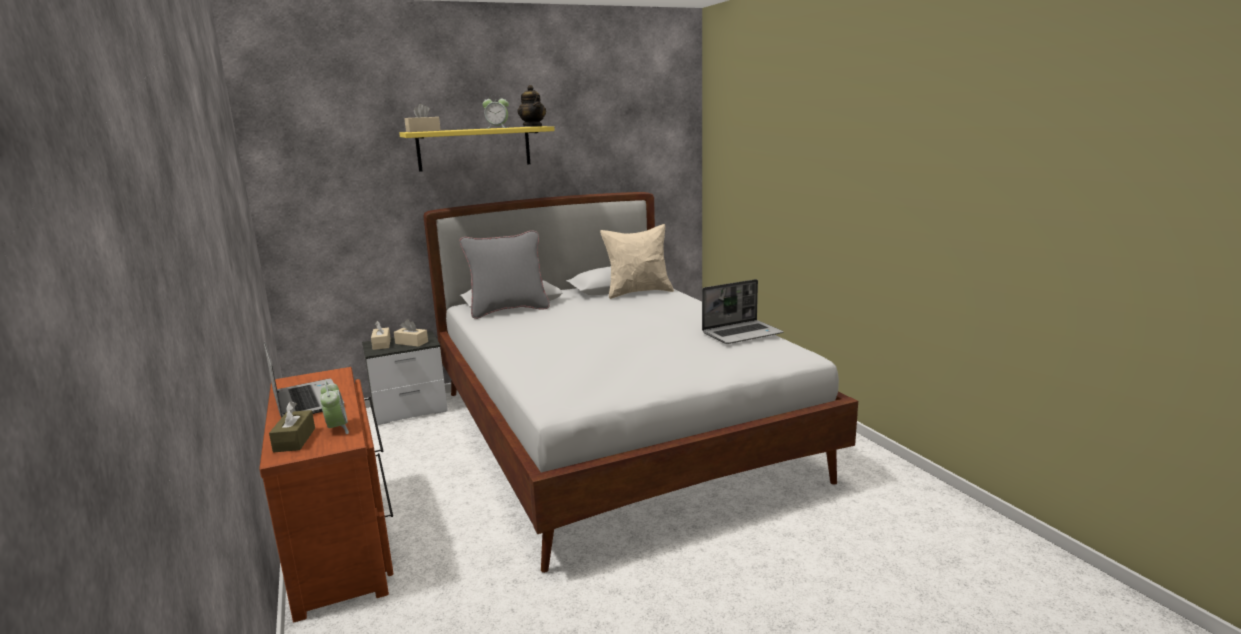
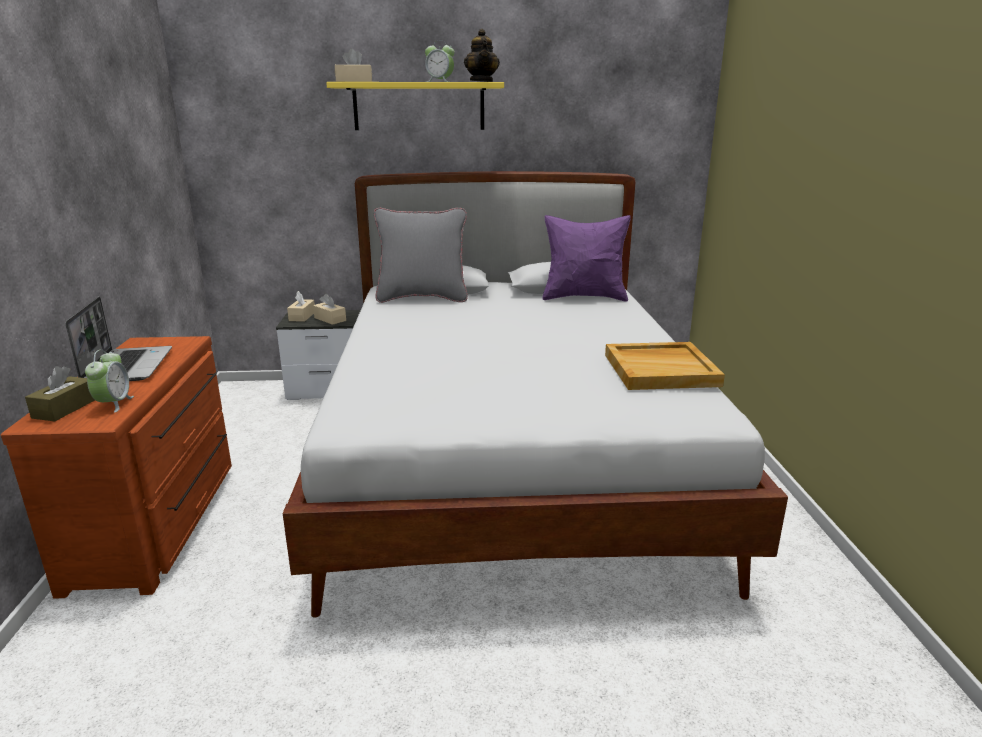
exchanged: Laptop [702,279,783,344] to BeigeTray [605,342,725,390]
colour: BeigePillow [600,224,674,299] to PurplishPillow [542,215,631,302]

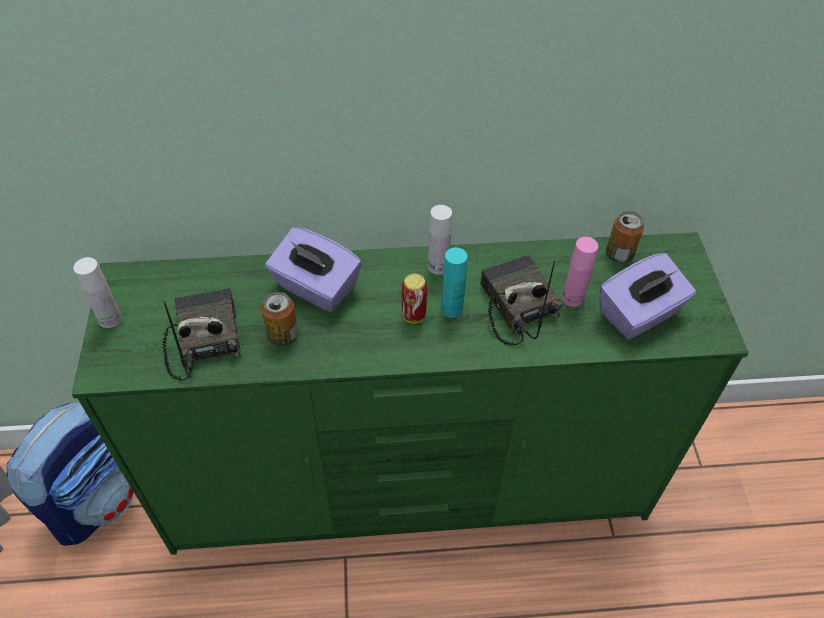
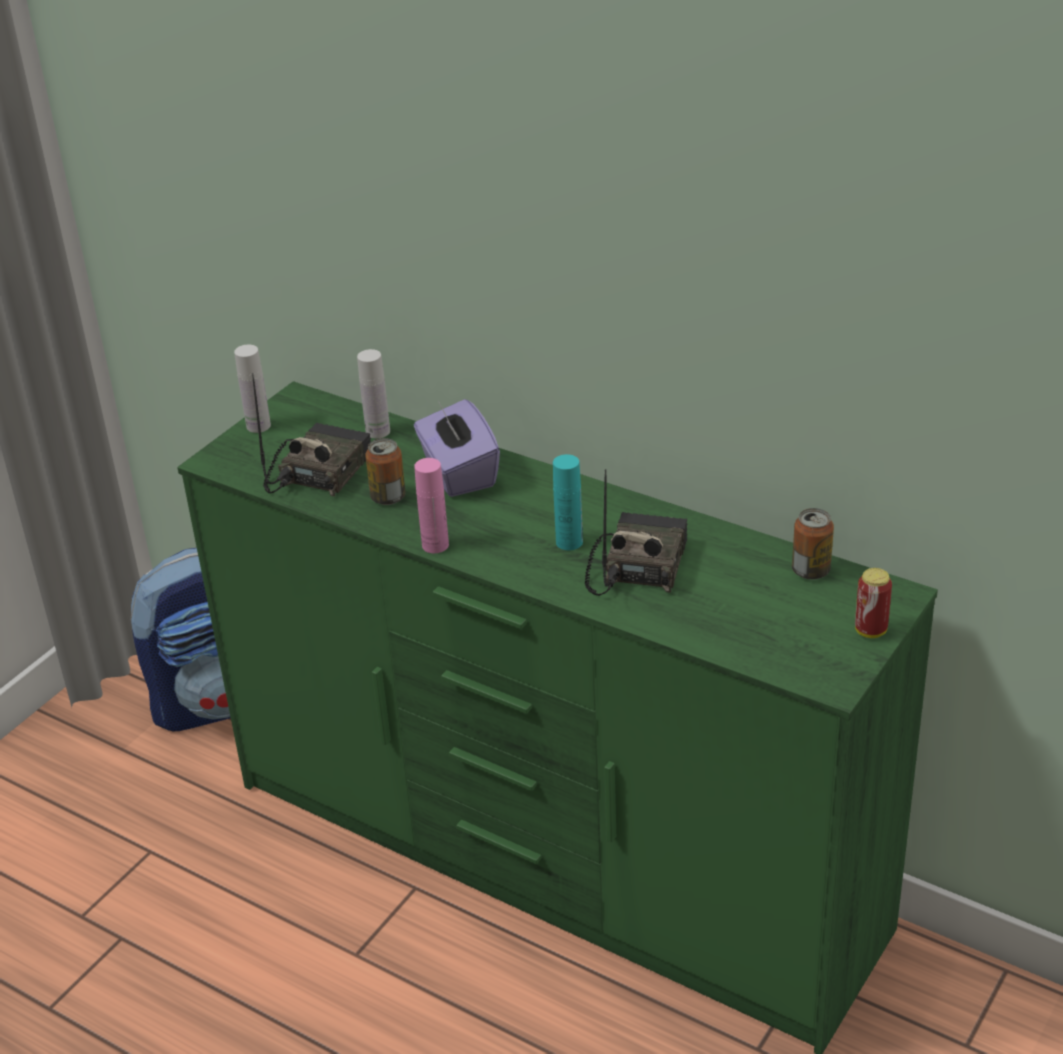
missing: PurplishBoxOfTissues [599,253,696,340]
relocated: WhiteColouredBeverageBottle [428,205,452,275] to [357,349,390,439]; PinkBeverageBottle [562,237,598,307] to [414,458,449,553]; MetalCan [402,274,427,324] to [855,568,892,638]

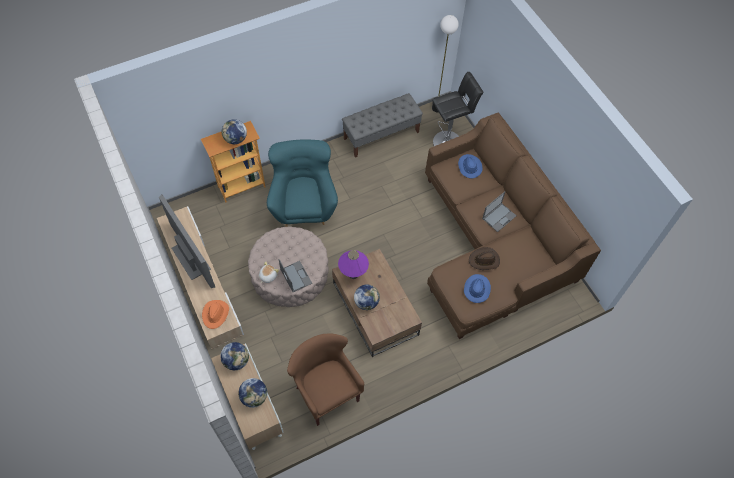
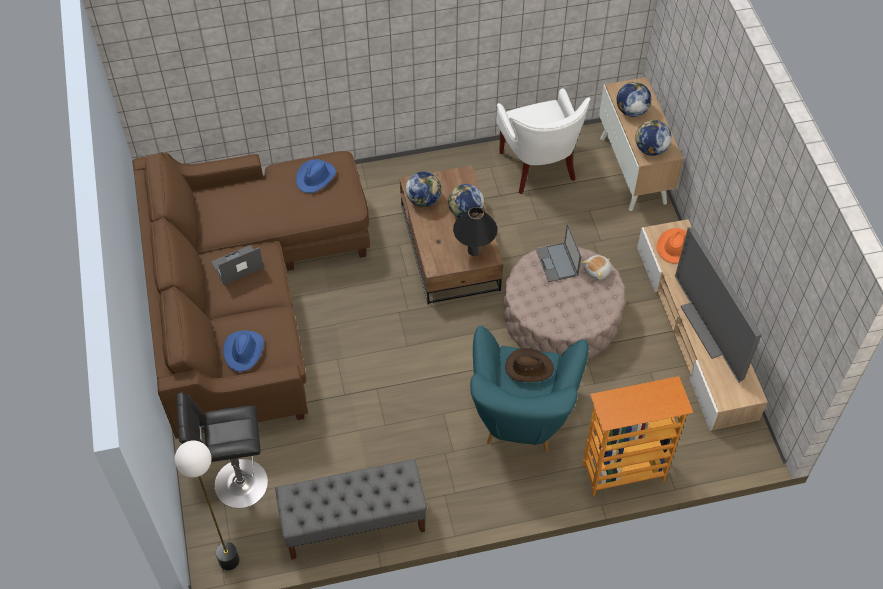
relocated: Globe [222,119,247,144] to [406,172,441,207]; BrownHat [469,247,500,270] to [505,348,554,382]
colour: PurplishTabletopLamp [338,250,369,279] to BlackTabletopLamp [453,207,498,256]; BrownLoungeChair [287,333,364,426] to WhiteColouredLoungeChair [496,88,591,194]

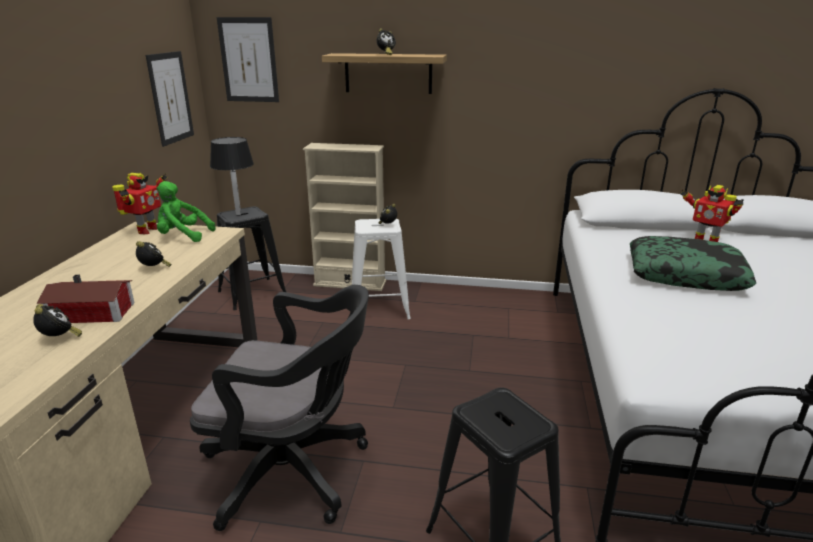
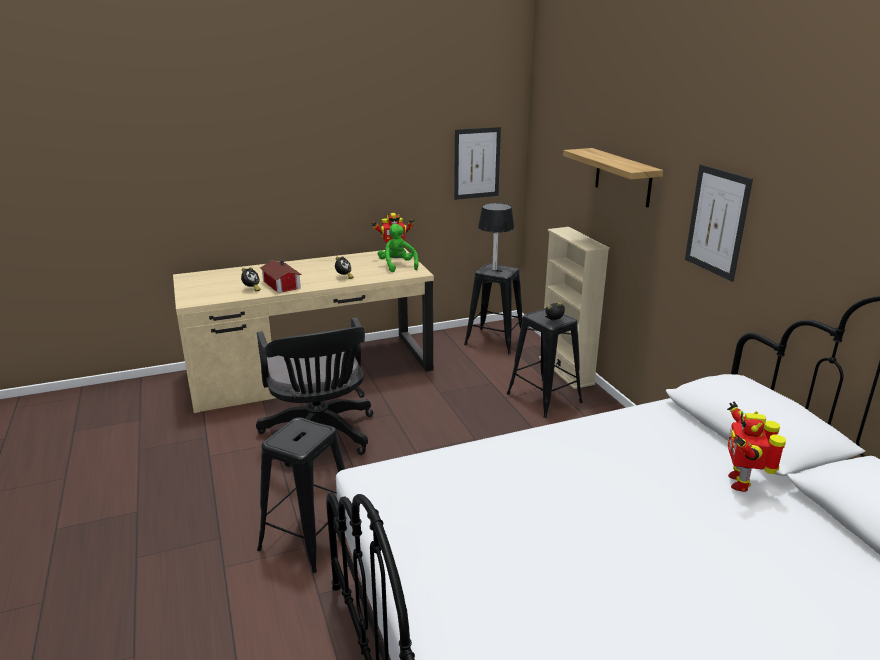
missing: BedsideClock [377,28,396,55]; Pillow [630,236,756,291]
relocated: Picture [217,17,279,102] to [685,164,753,282]
colour: WhiteColouredSittingStool [352,219,411,319] to BlackSittingStool [507,308,583,418]

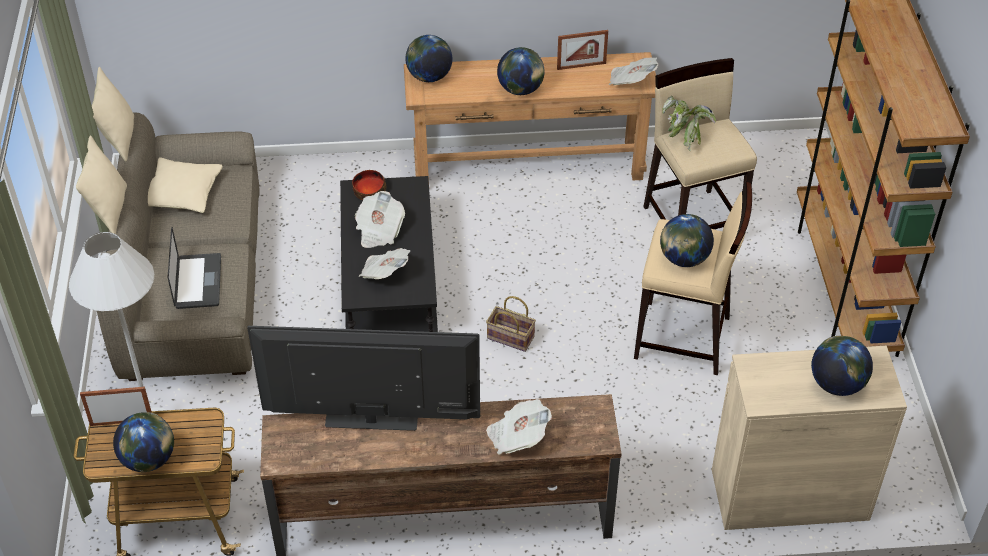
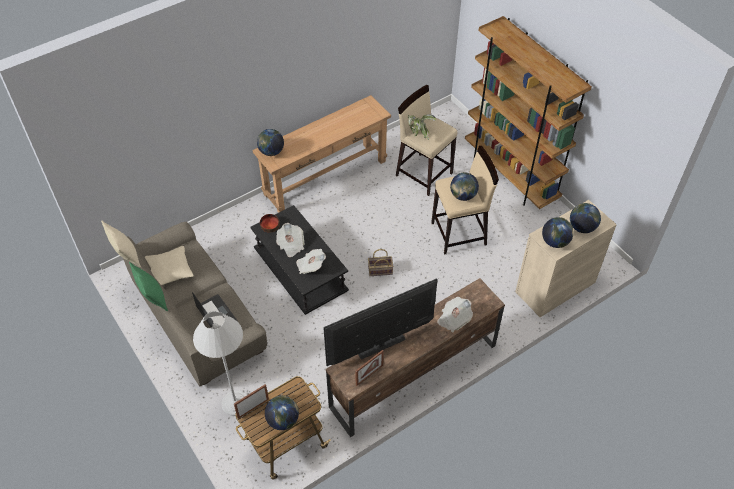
missing: Newspaper [609,58,658,85]
relocated: PhotoFrame [557,30,608,70] to [355,350,384,386]; Globe [497,47,545,95] to [542,217,574,248]
colour: BeigePillow [76,135,127,234] to GreenishPillow [129,262,168,311]

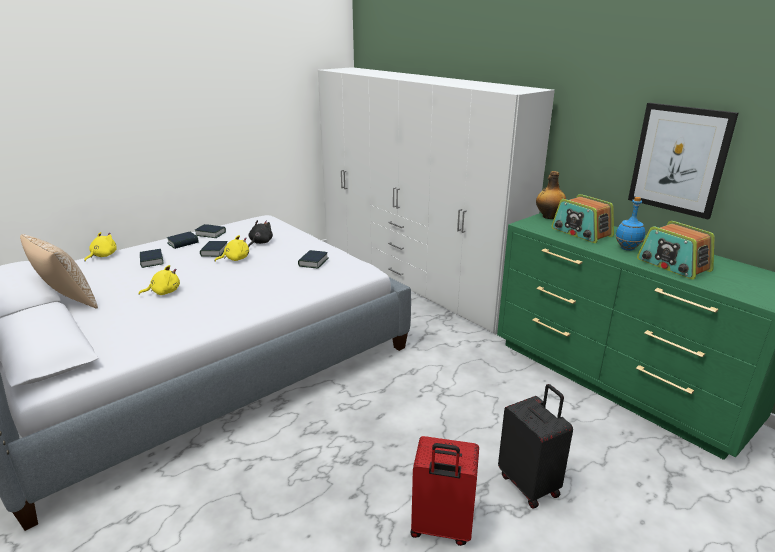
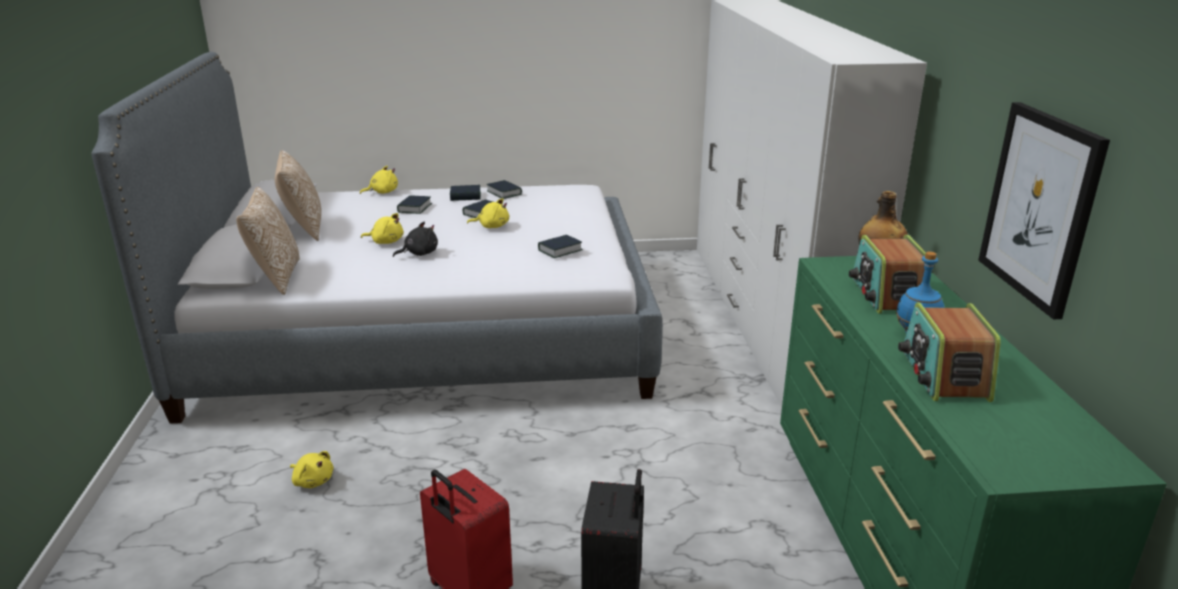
appeared: Pillow [236,187,300,295]; YellowSoftToy [290,451,333,488]
relocated: BlackSoftToy [248,220,273,247] to [393,222,438,257]

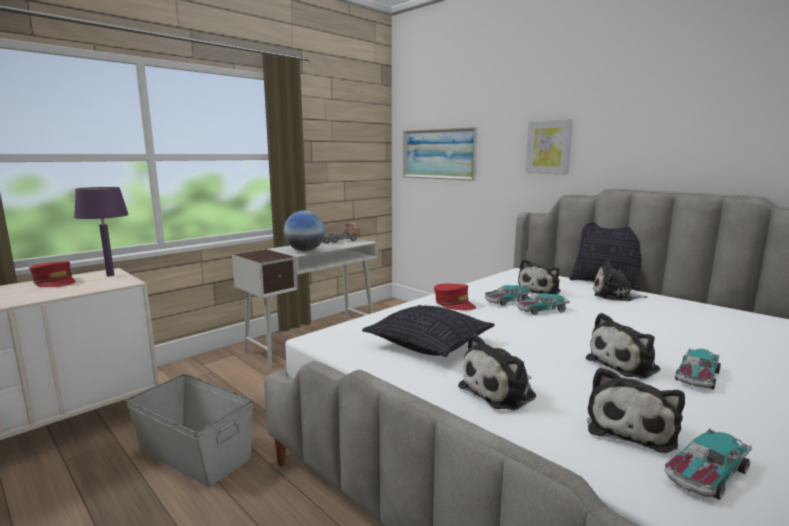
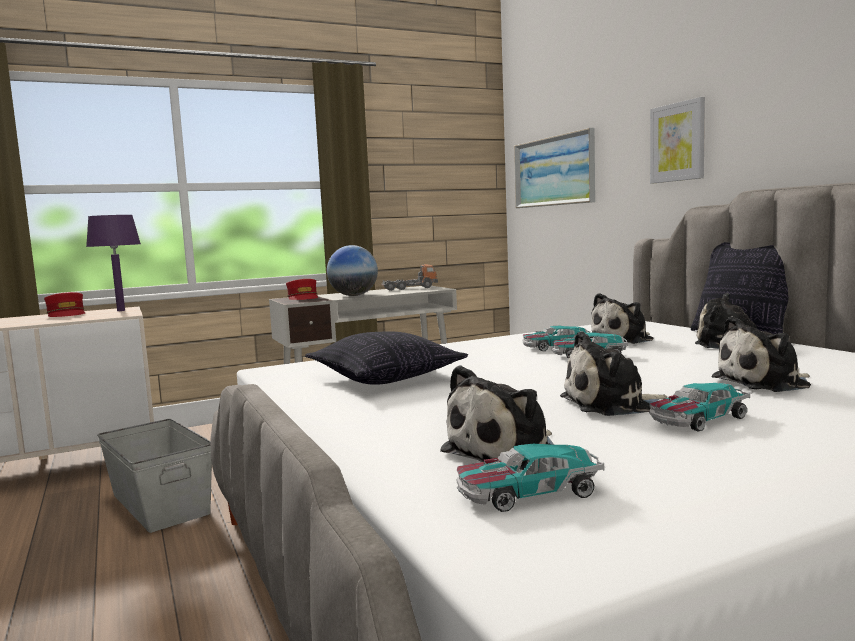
relocated: RedCap [434,284,476,310] to [286,279,318,300]; SoftToy [458,334,536,410] to [712,316,811,392]

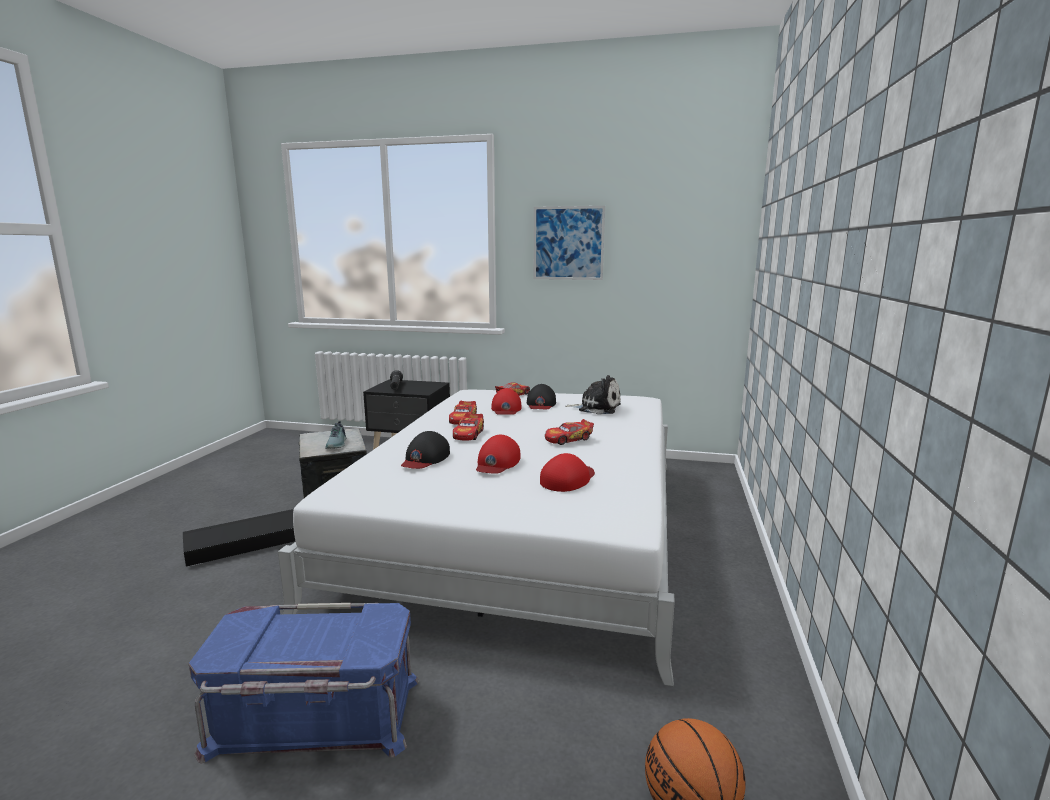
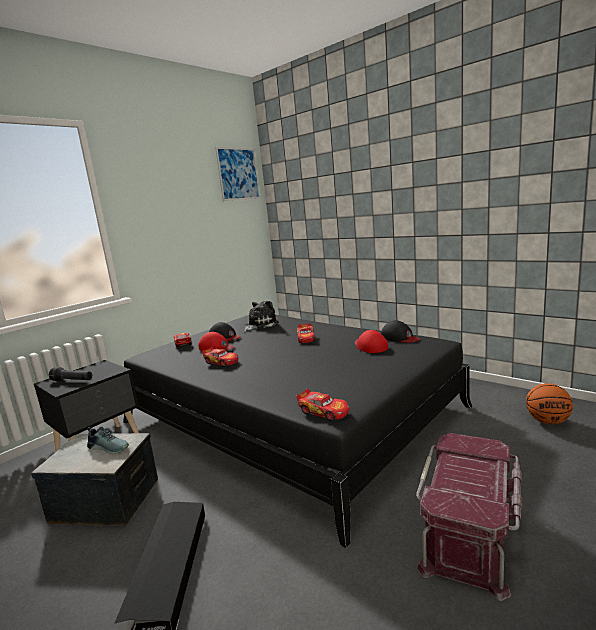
missing: RedCap [476,435,520,474]
relocated: Picture [534,206,605,280] to [215,147,260,201]; ToyCar [453,413,484,440] to [296,389,349,421]; BlackCap [401,431,450,469] to [381,320,420,343]
colour: WhiteColouredBed [278,390,675,686] to BlackBed [123,315,472,548]; BluishStorageBox [189,603,419,764] to RedStorageBox [416,433,522,601]

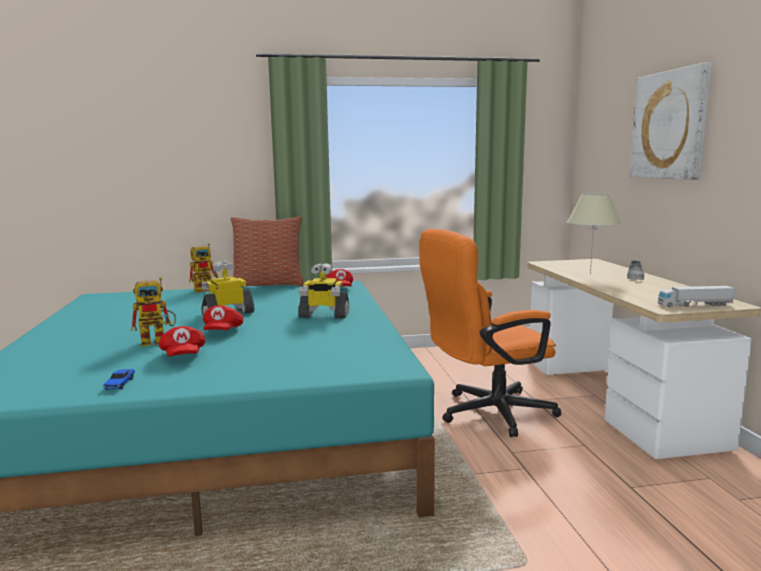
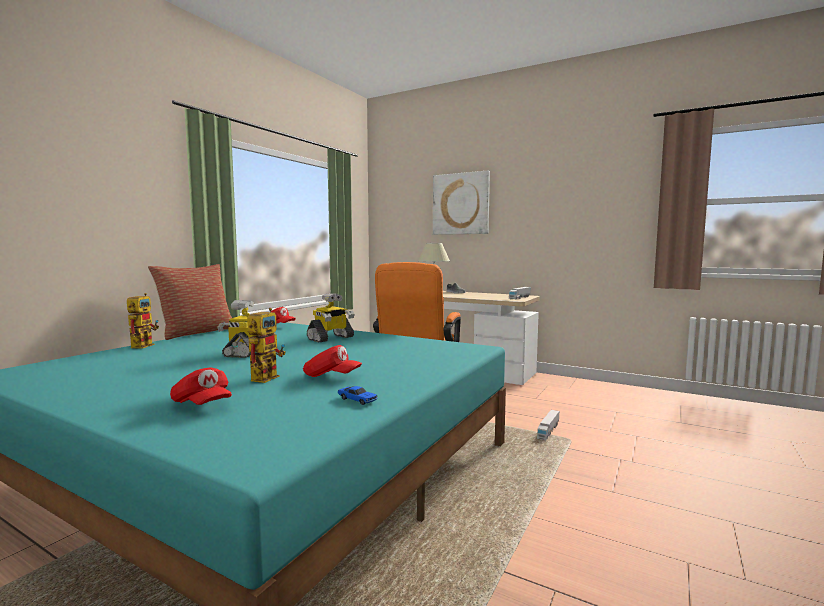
appeared: ToyLorry [537,410,559,440]
relocated: RedCap [203,305,243,330] to [170,367,232,405]

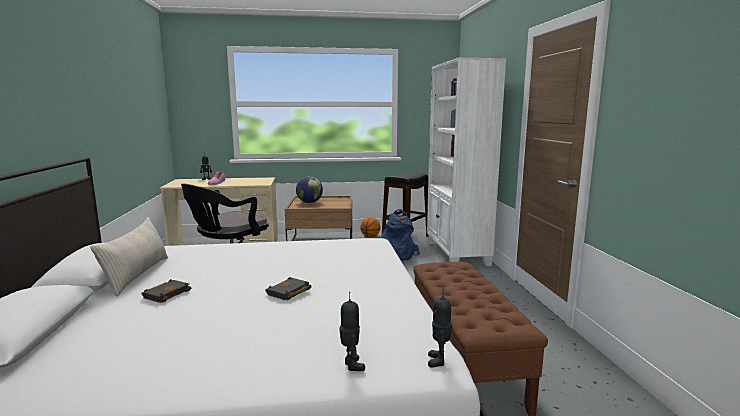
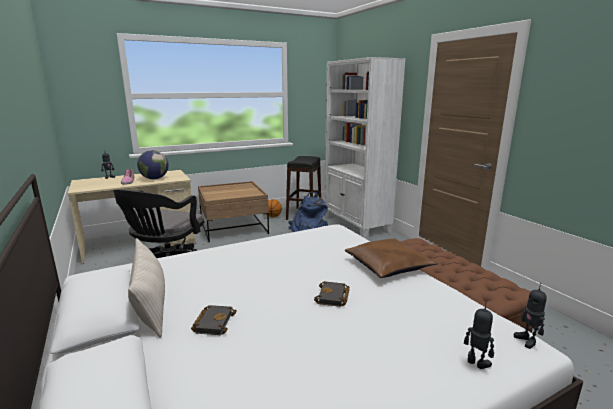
appeared: BrownPillow [345,238,438,278]
relocated: Globe [296,176,323,203] to [137,150,168,179]

